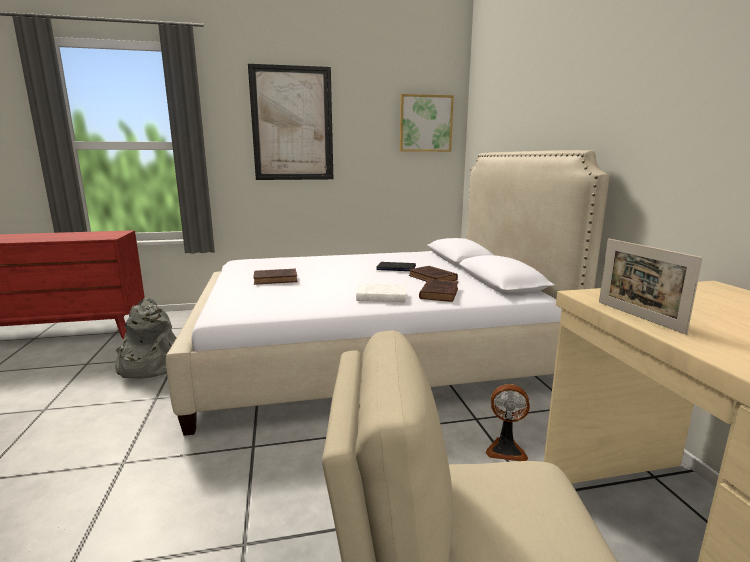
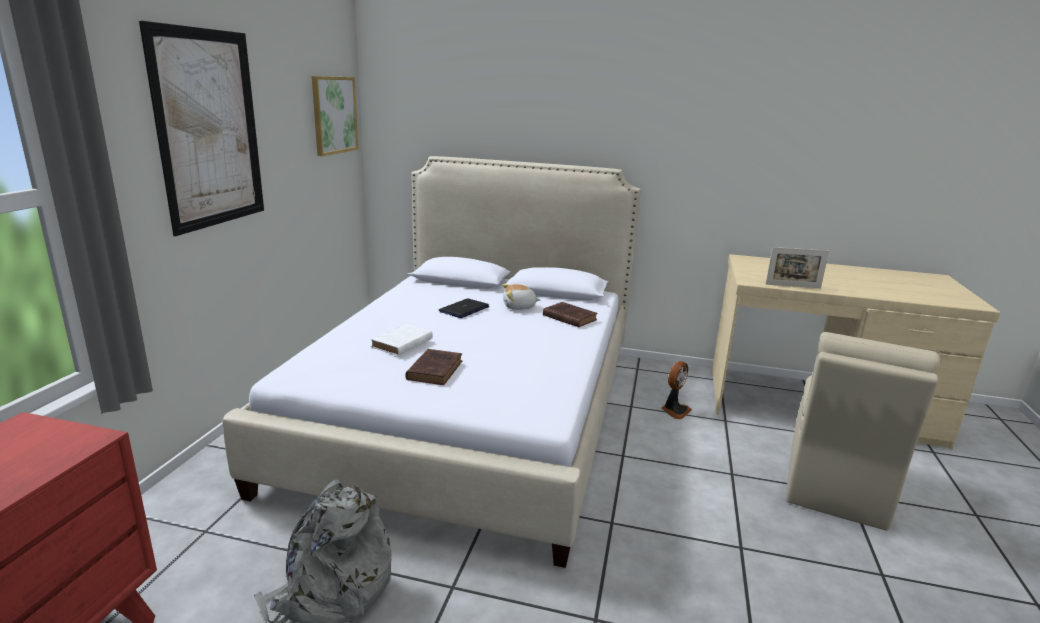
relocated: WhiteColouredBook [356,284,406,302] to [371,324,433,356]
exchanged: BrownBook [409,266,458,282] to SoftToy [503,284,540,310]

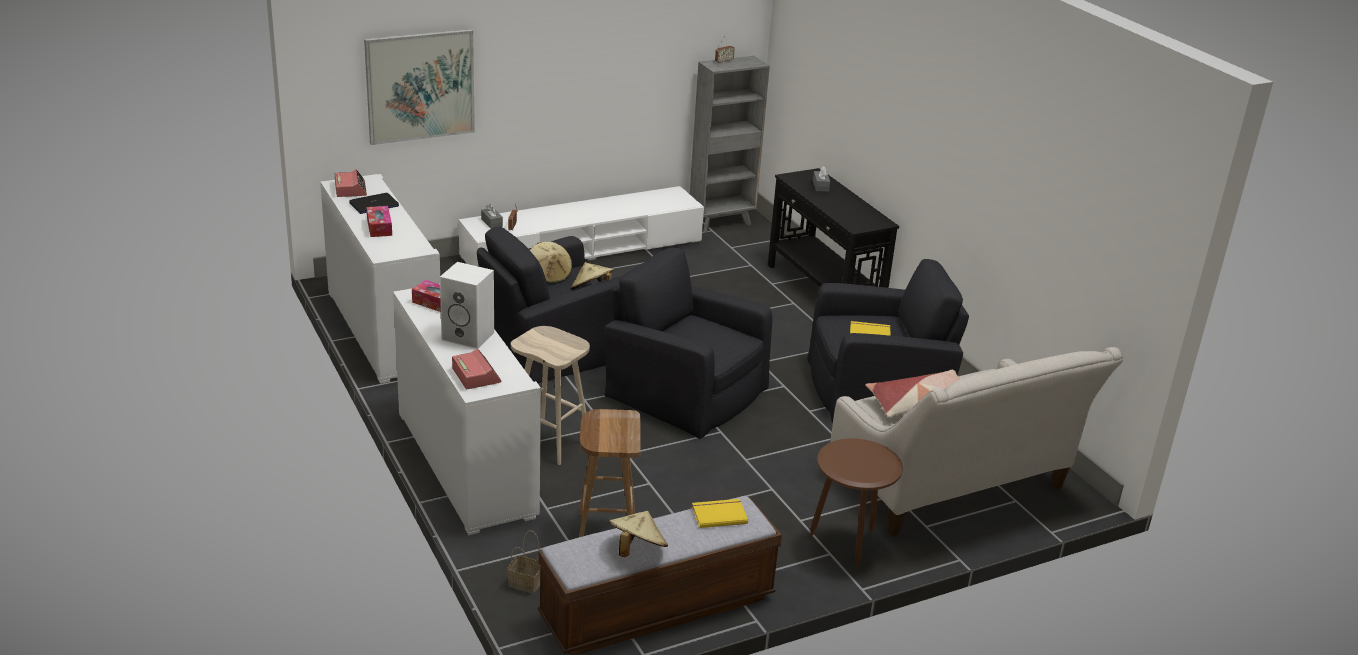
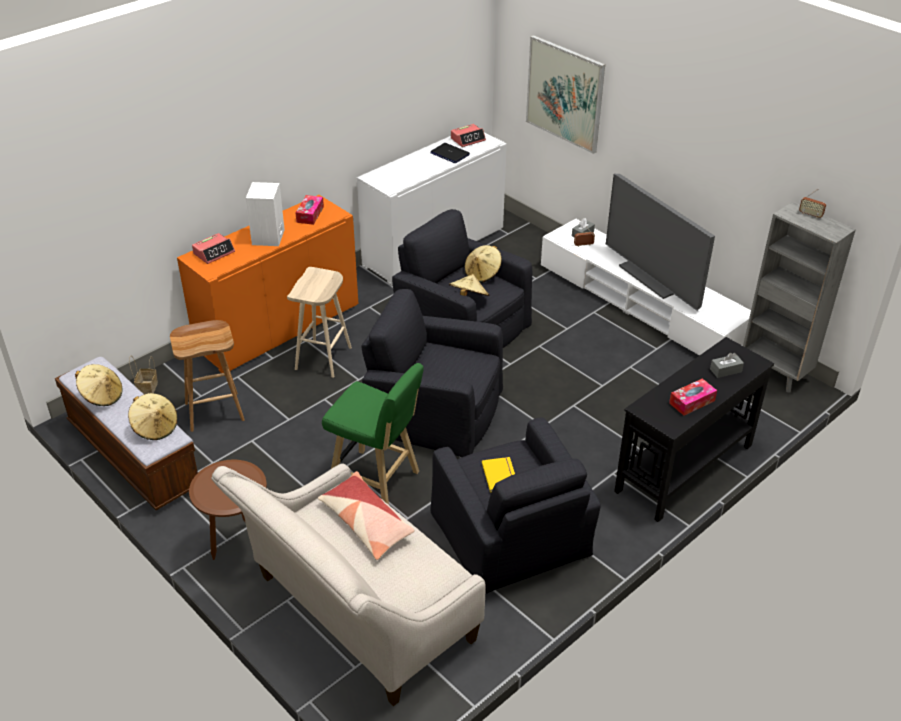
appeared: GreenishSittingStool [322,363,424,505]; Tv [606,173,715,311]
relocated: BoxOfTissues [366,206,392,237] to [669,378,717,416]
exchanged: YellowBook [692,499,748,528] to BeigeHat [128,393,178,440]
colour: WhiteColouredCabinet [393,289,541,535] to OrangeyCabinet [177,195,358,373]
spun: BlackLoungeChair [604,248,772,439] = [361,289,503,457] 90 degrees counterclockwise

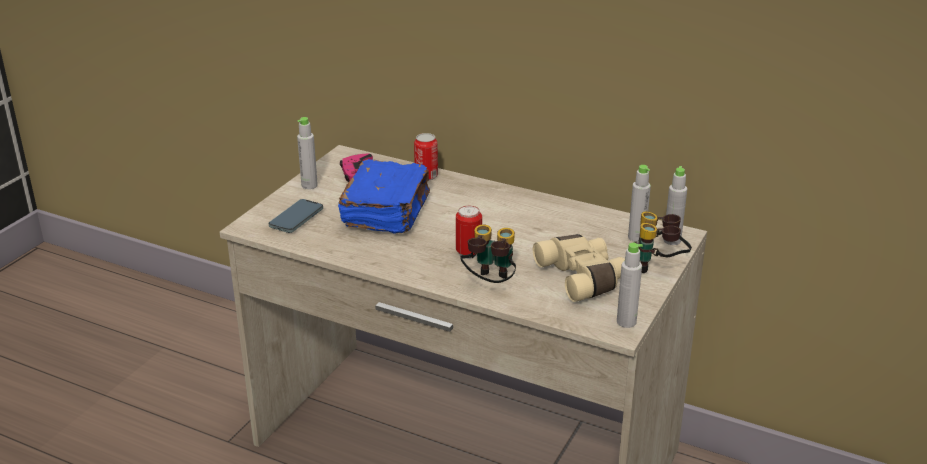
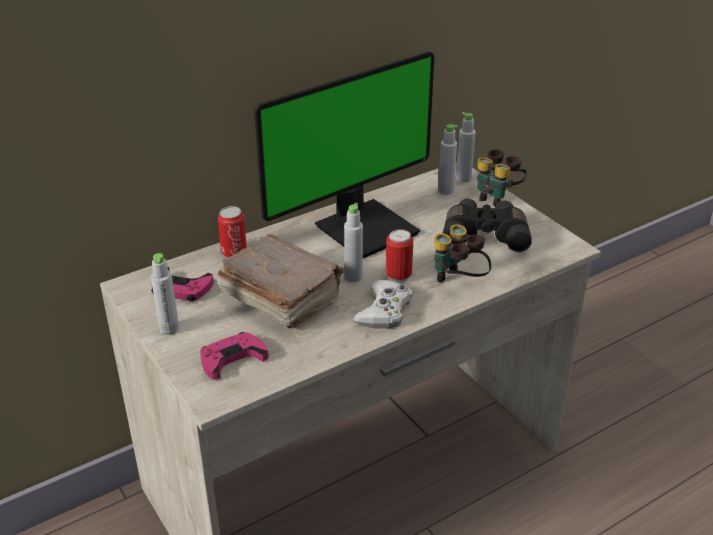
appeared: ComputerDisplay [254,51,434,258]; WhiteColouredJoypad [353,280,412,328]
relocated: GreyBeverageBottle [617,243,643,328] to [344,203,363,283]
exchanged: Handset [269,199,323,233] to PinkJoypad [200,332,269,380]
colour: BluishBook [338,159,430,234] to BrownBook [217,235,344,328]; BeigeBinoculars [533,234,625,302] to BlackBinoculars [443,199,532,252]

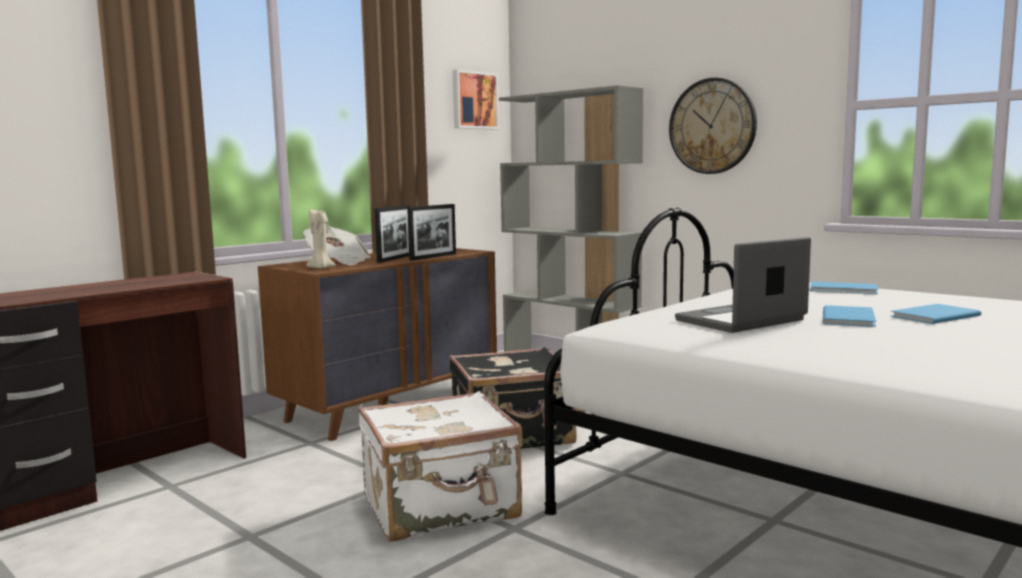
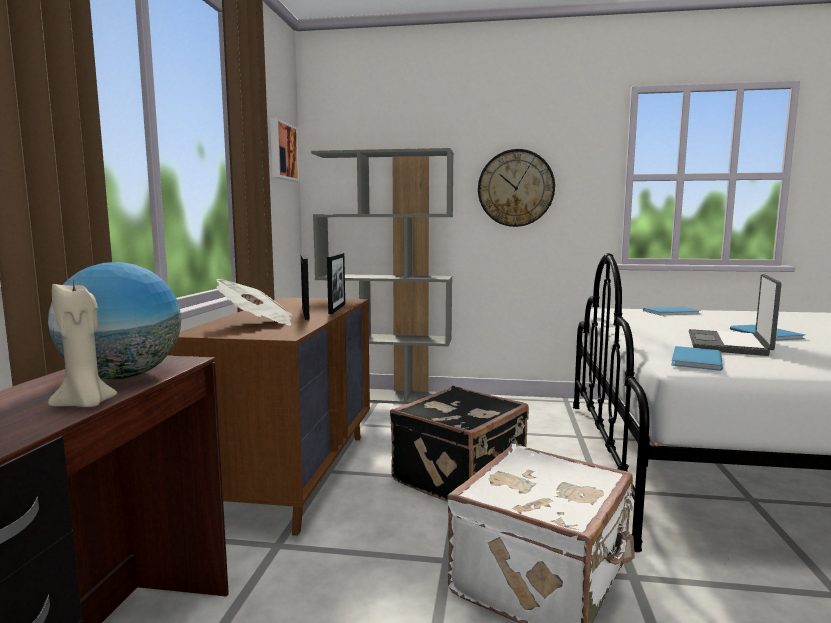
appeared: Globe [48,262,181,379]
relocated: BeigeCandle [307,209,336,269] to [48,280,117,407]; BluishBook [891,304,982,324] to [671,346,723,371]

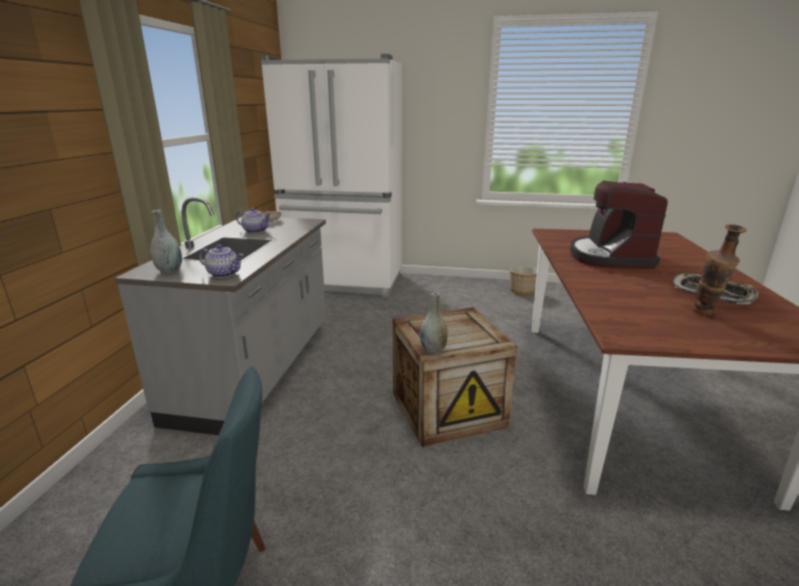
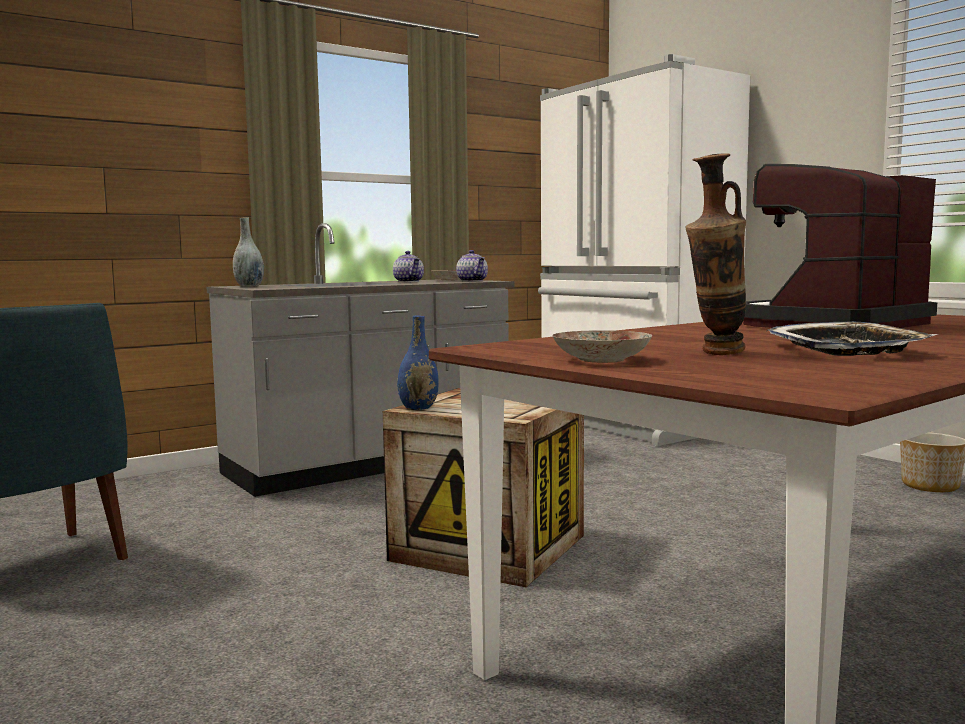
appeared: Plate [552,330,652,363]
relocated: TeaPot [199,244,244,278] to [456,250,488,282]
colour: GreyDecorativeVase [420,292,448,354] to BluishDecorativeVase [397,316,438,410]

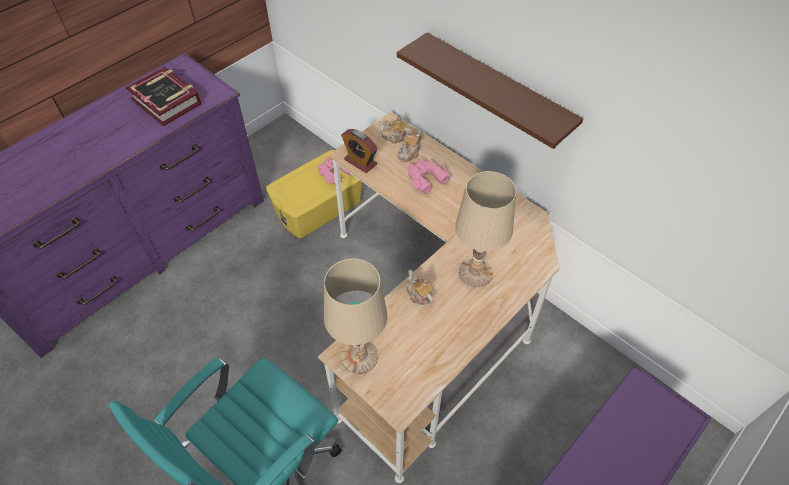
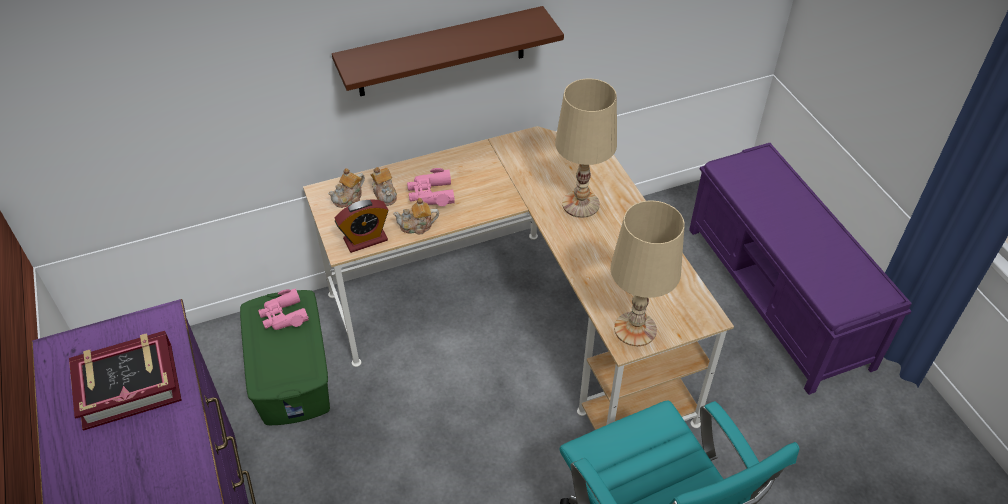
relocated: TeaPot [406,270,433,305] to [393,198,439,234]
colour: YellowStorageBox [266,150,362,238] to GreenishStorageBox [240,290,330,425]

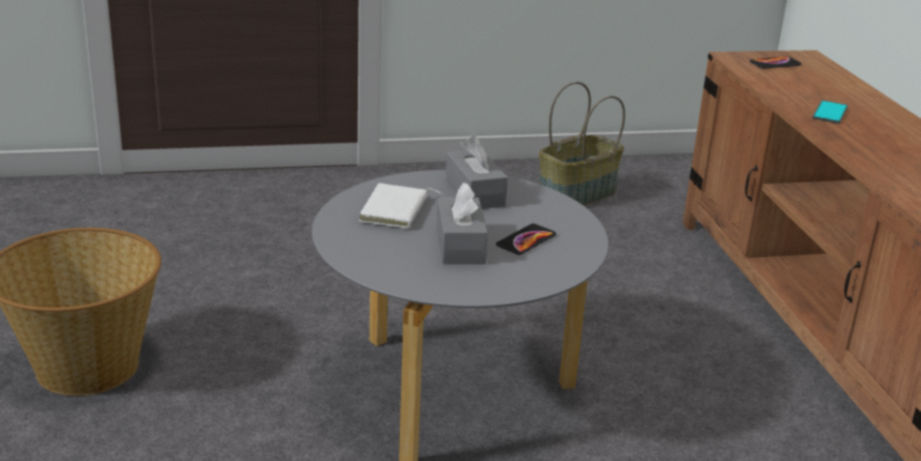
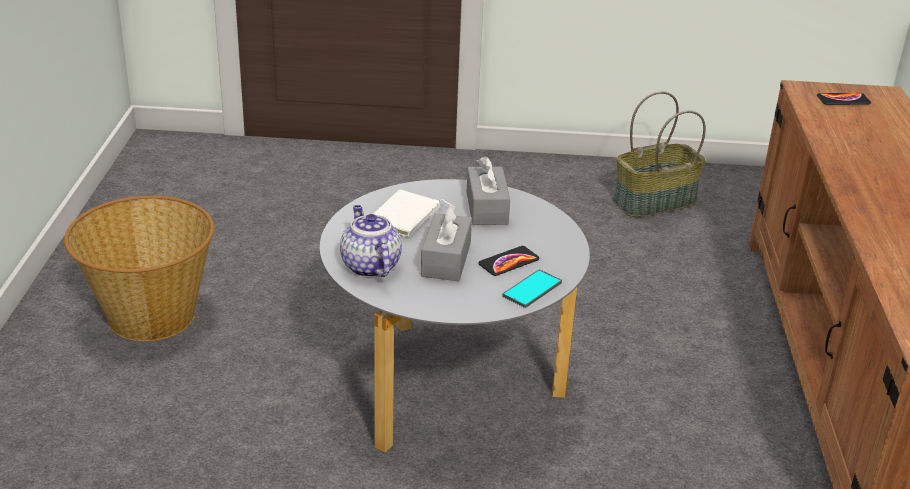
appeared: TeaPot [340,205,402,277]
relocated: Handset [812,100,848,124] to [502,270,562,308]

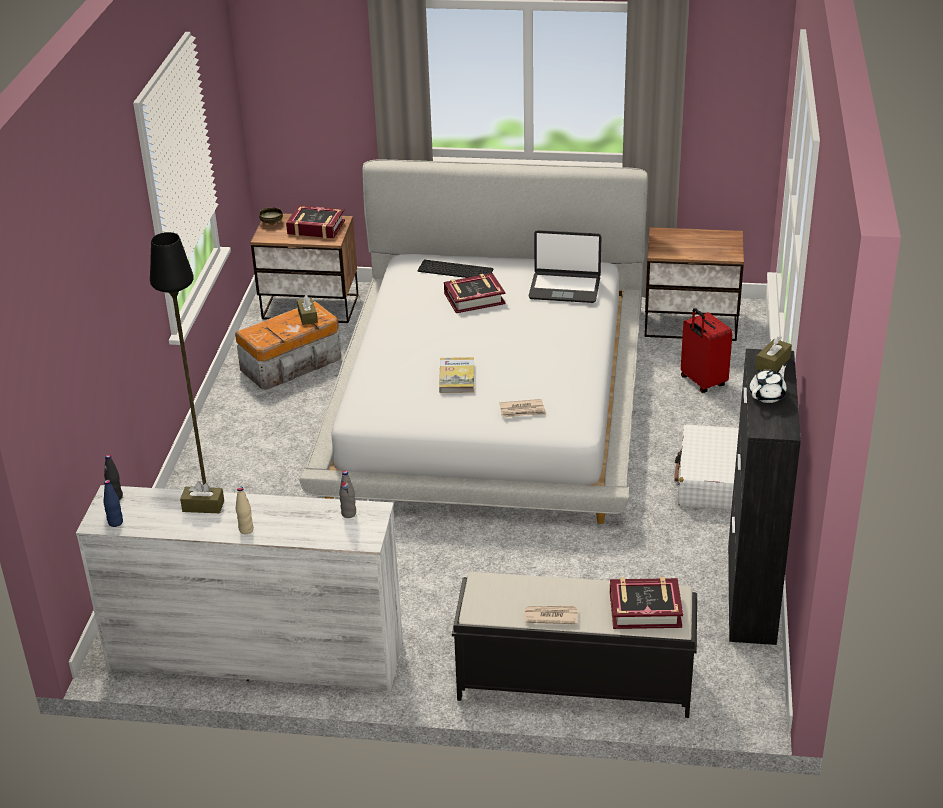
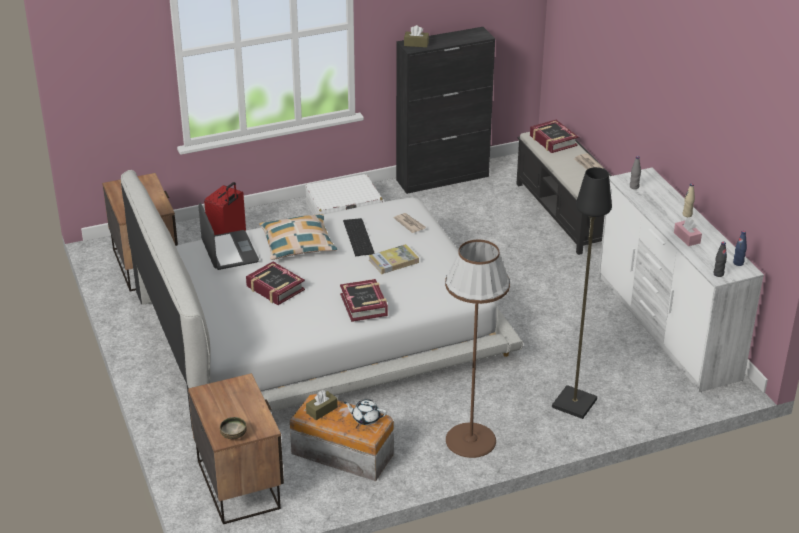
appeared: Pillow [259,214,337,260]; BrownFloorLamp [445,239,510,458]
relocated: Book [286,205,345,239] to [340,279,388,322]; PcKeyboard [417,260,494,278] to [343,218,375,256]; WhiteColouredTeaPot [749,364,787,403] to [344,399,387,425]
colour: BrownBoxOfTissues [180,481,224,513] to PinkBoxOfTissues [674,218,702,246]

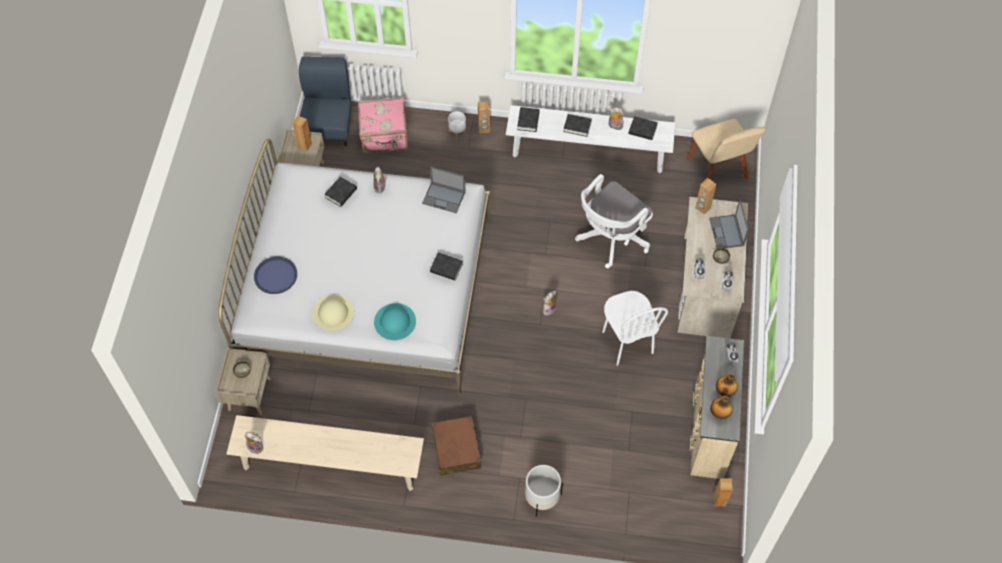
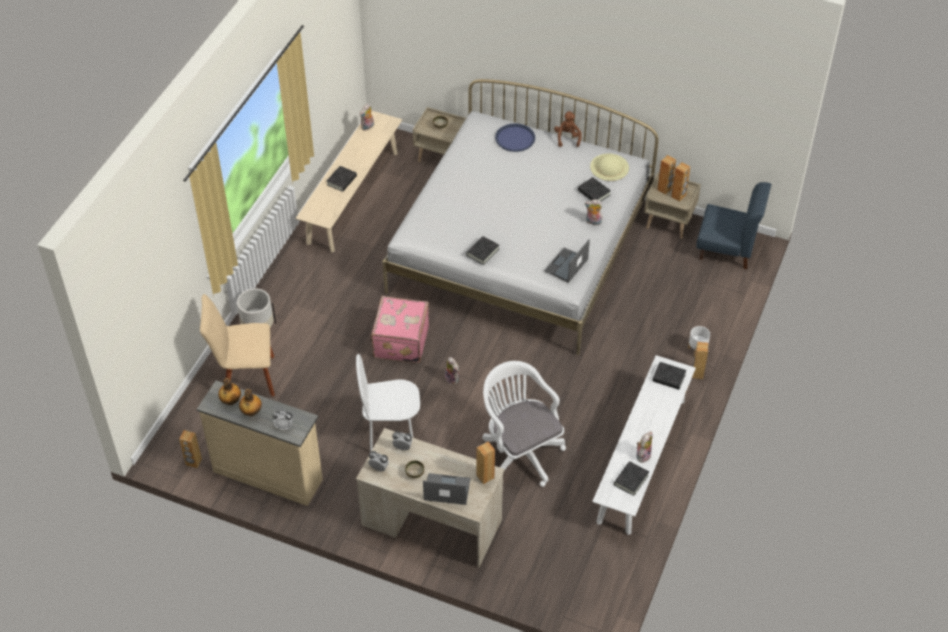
missing: BlueGreenHat [374,303,416,340]; BrownSuitcase [432,416,481,476]
appeared: BrownSoftToy [554,111,582,147]; BrownAudioSpeaker [657,155,676,195]
relocated: BeigeUprightChair [687,119,766,180] to [200,294,275,396]; BlackBook [563,114,592,137] to [327,166,357,192]; PinkSuitcase [358,97,408,154] to [370,296,429,363]; BeigeHat [312,295,354,331] to [590,154,629,181]

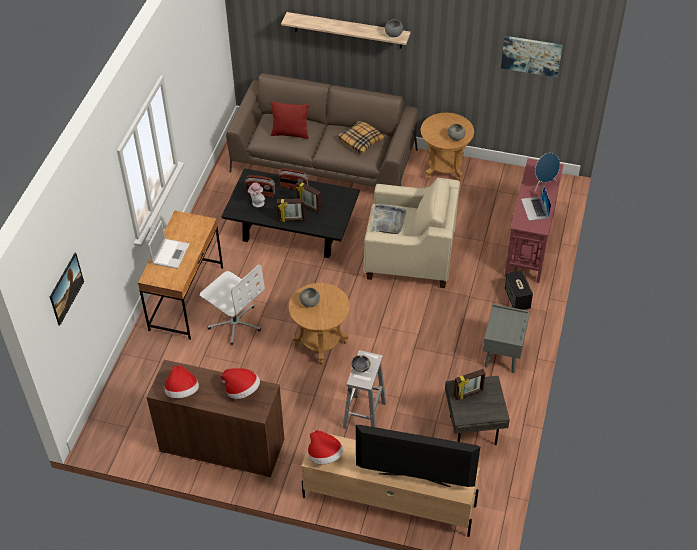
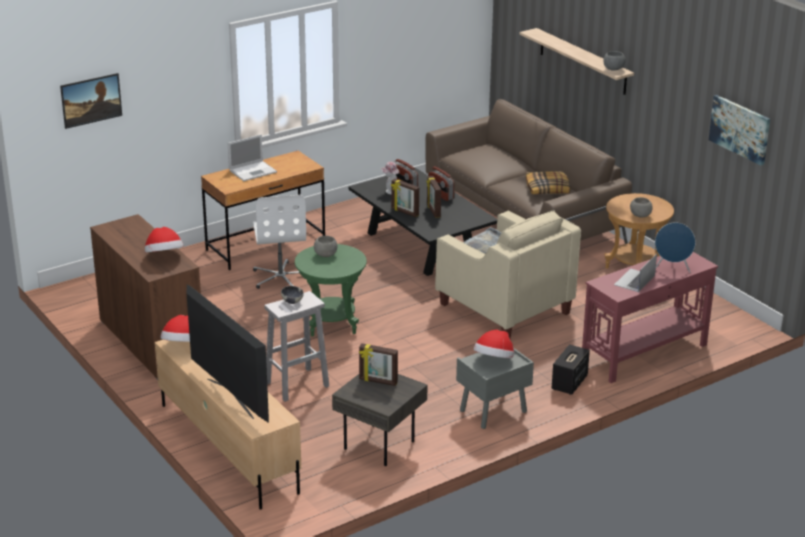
missing: RedPillow [271,101,309,139]
relocated: Hat [165,365,199,398] to [474,330,514,358]
colour: BrownSideTable [289,283,350,365] to GreenishSideTable [295,244,367,337]

